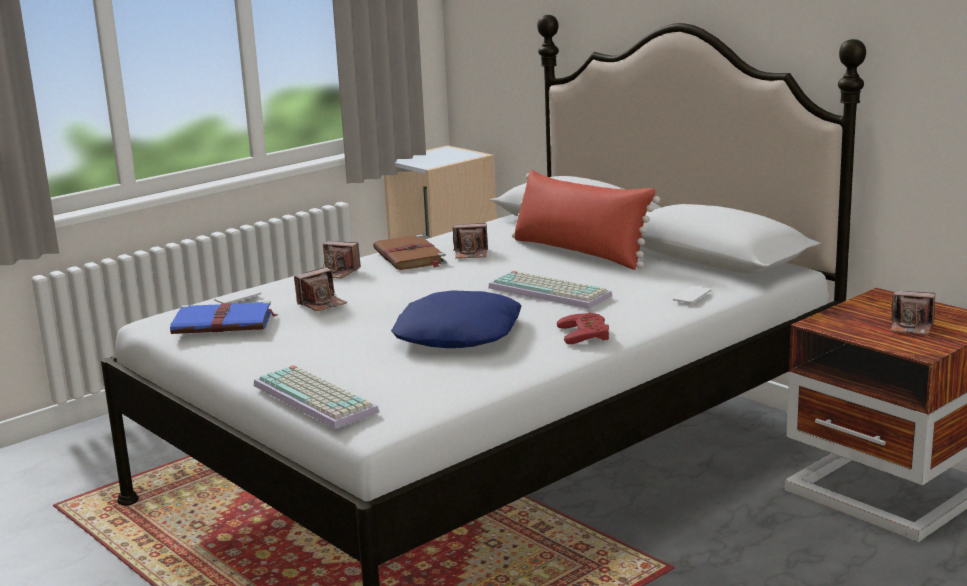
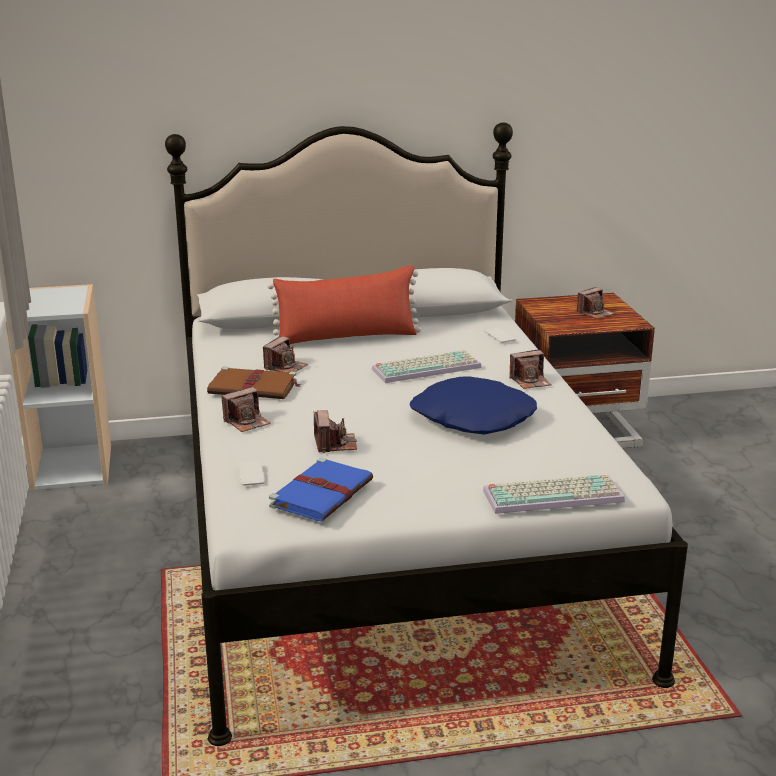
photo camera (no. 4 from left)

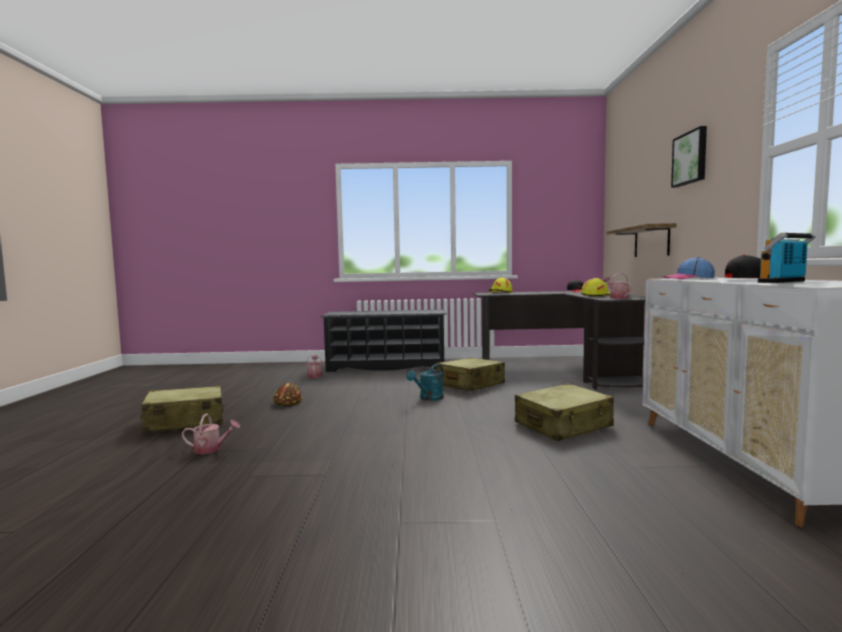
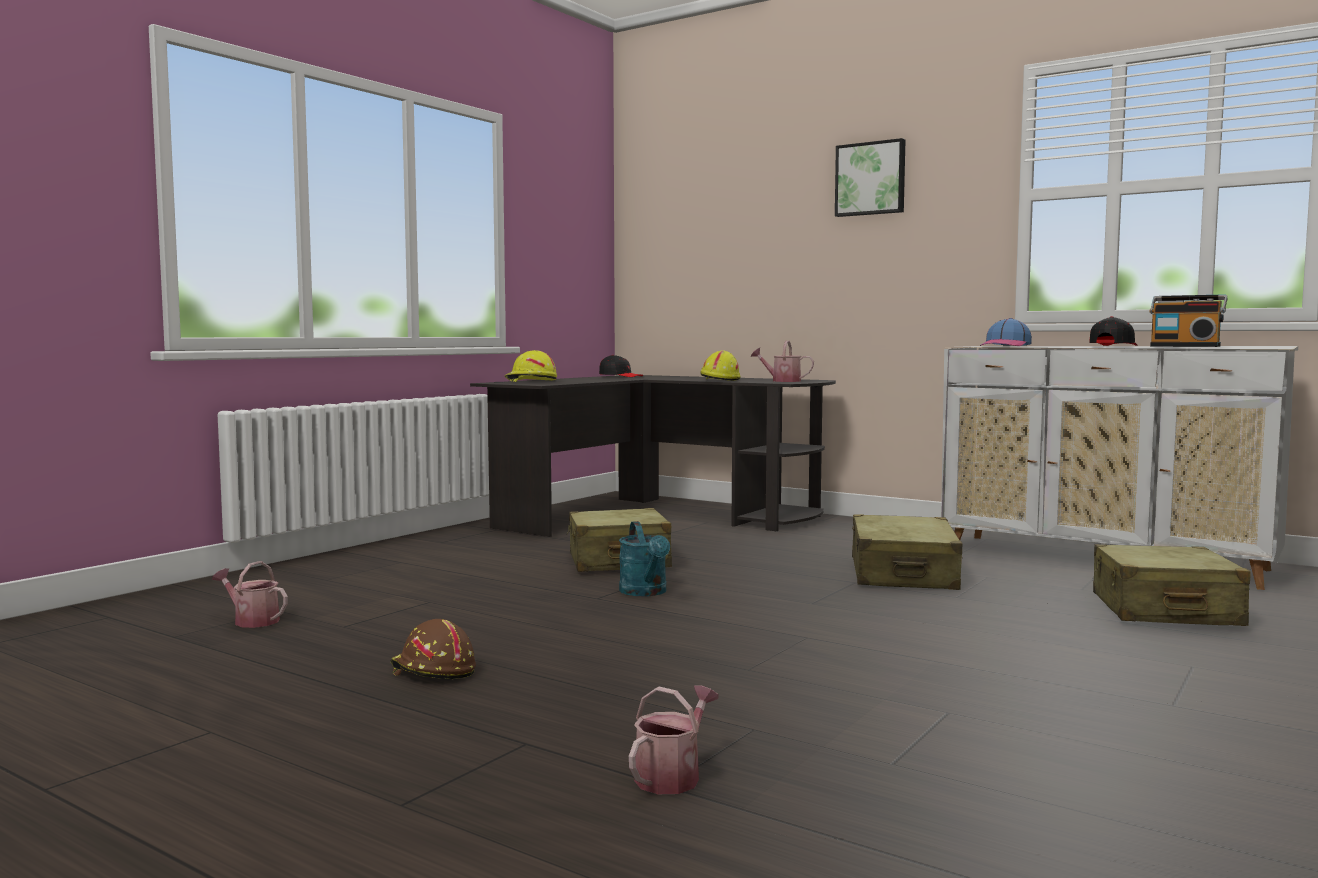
bracket shelf
radio receiver
shoe stand/black-coloured
piece of luggage/beige-coloured (no. 3 from left)

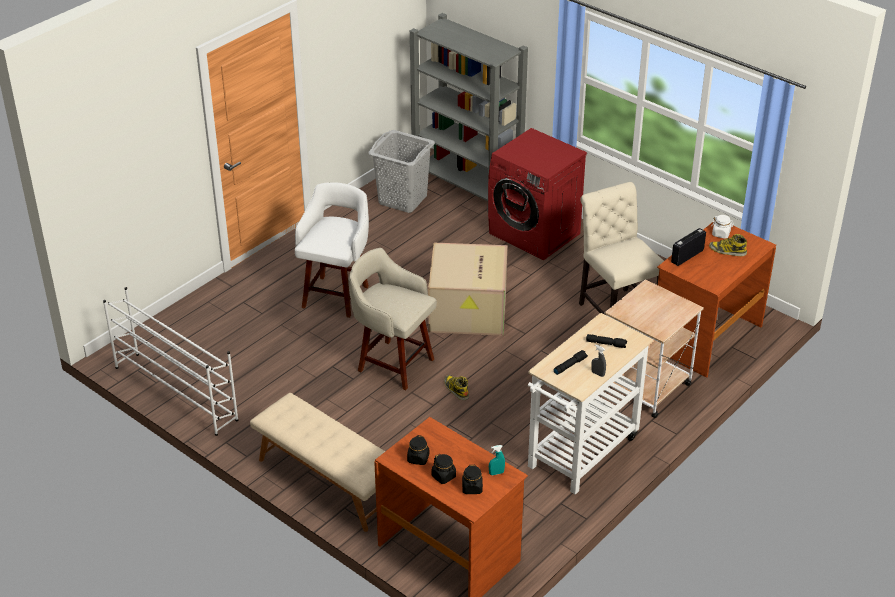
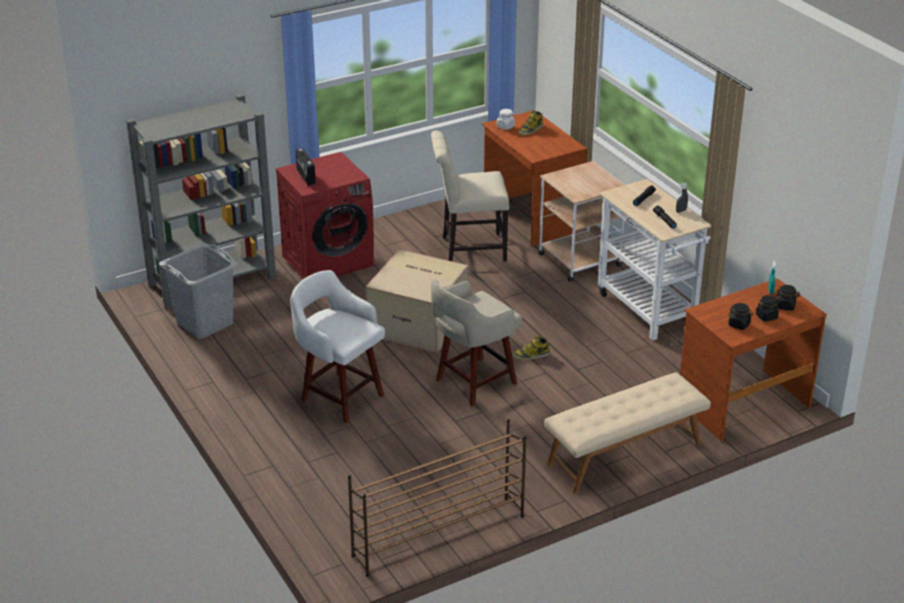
radio receiver
shoe stand/brown-coloured

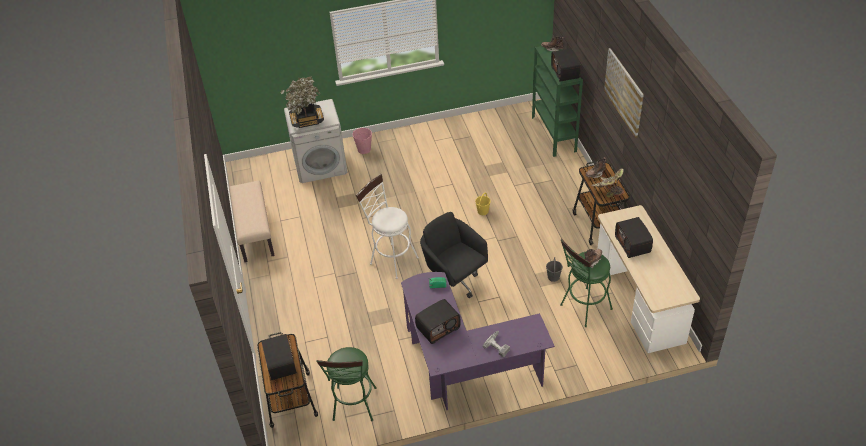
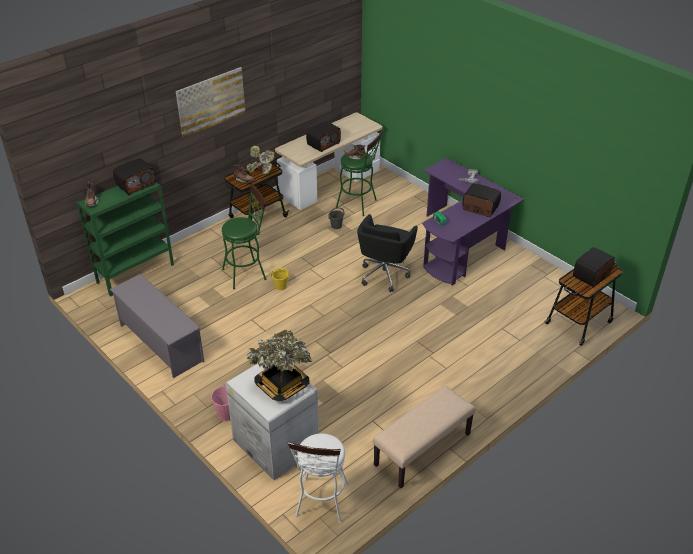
stool/white-coloured
stool/greenish (no. 1 from left)
shoe stand/greyish

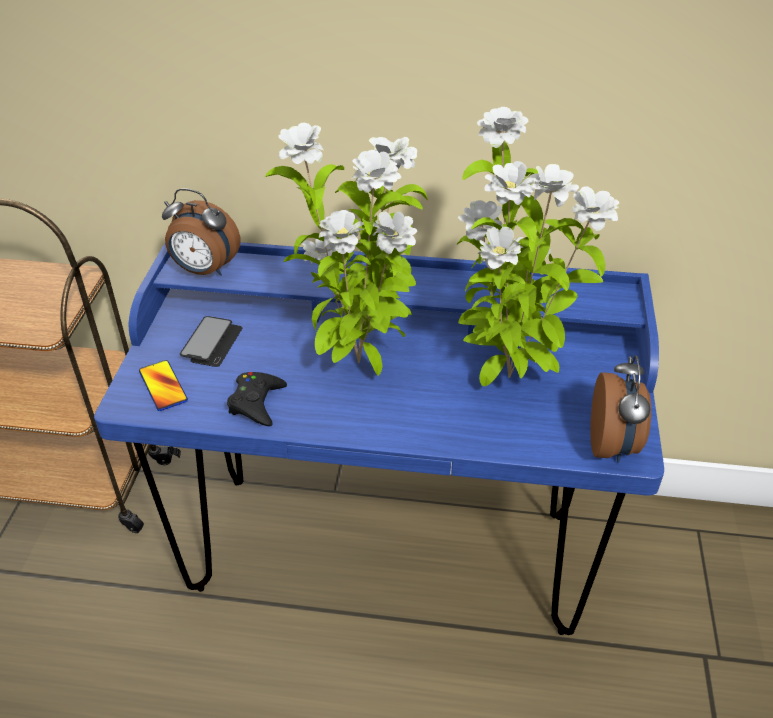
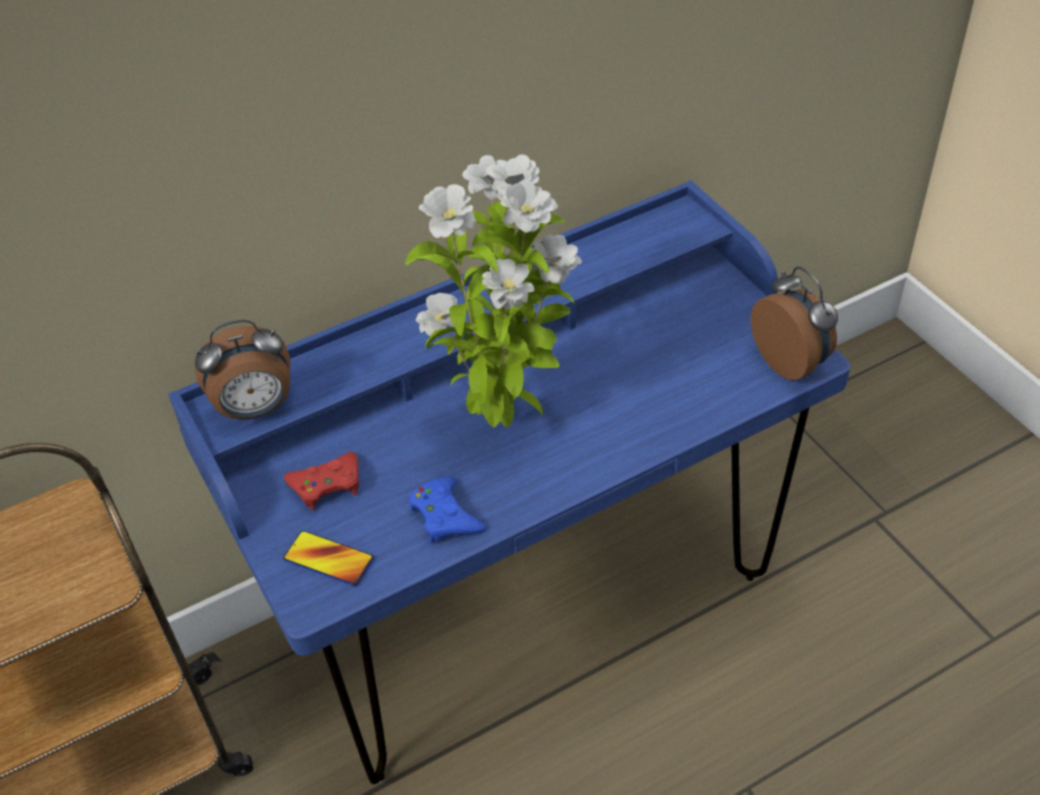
plant in a pot (no. 2 from left in the first image)
game controller/red
game controller/blue-coloured

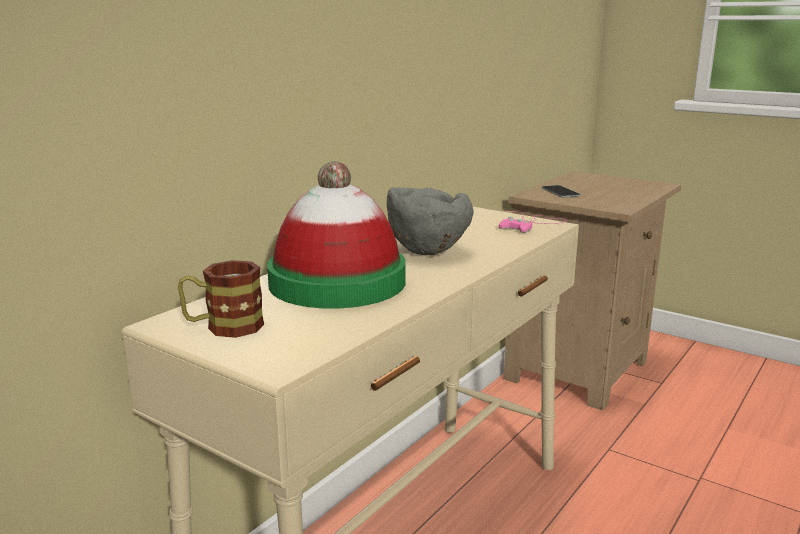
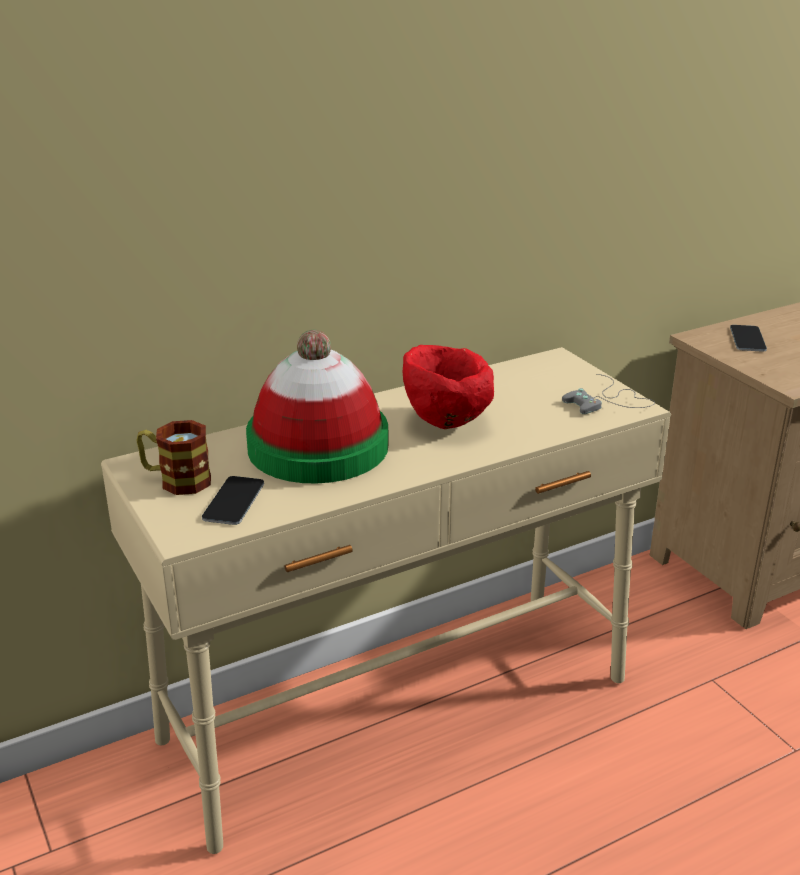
serving bowl/red
game controller/greyish
handset (no. 1 from left)

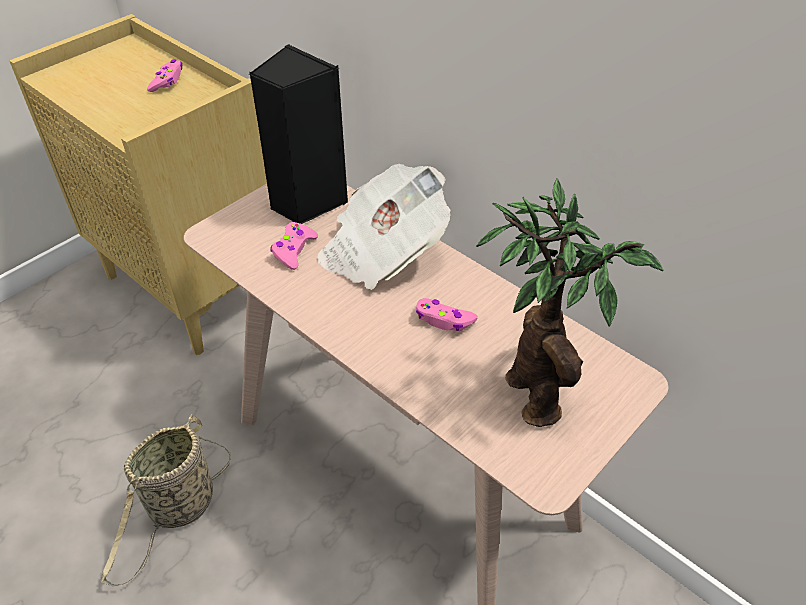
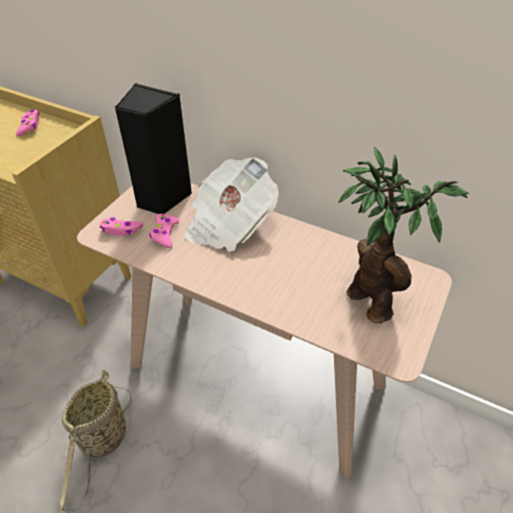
game controller/pink (no. 2 from left)

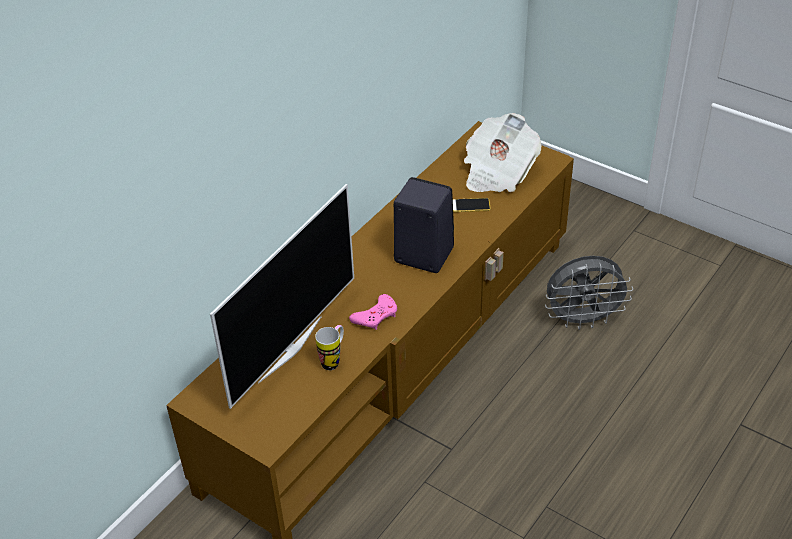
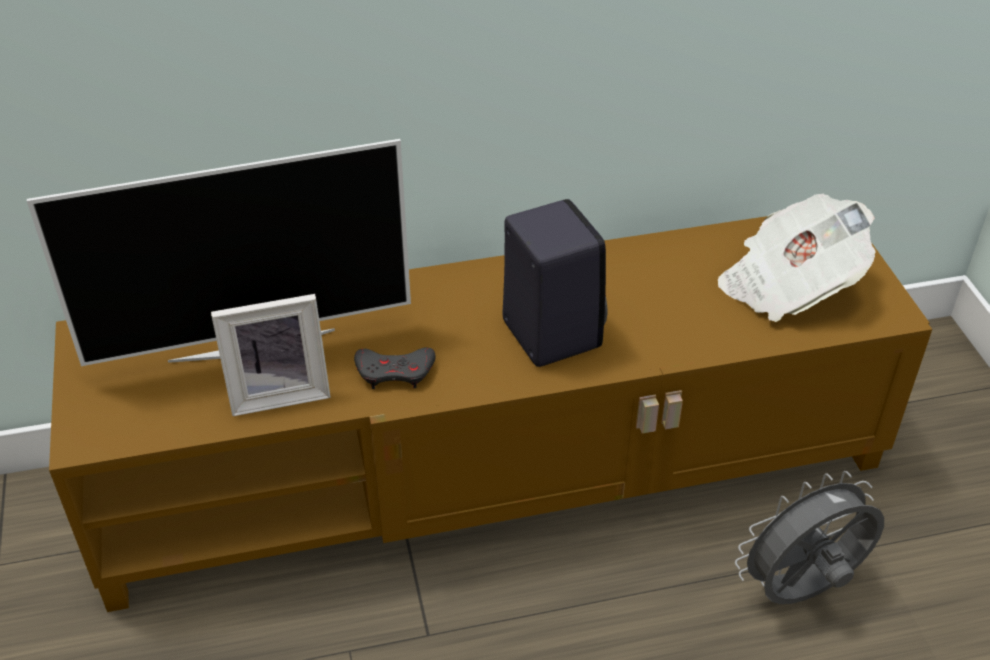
handset
electric fan/greyish
game controller/greyish
standing frame

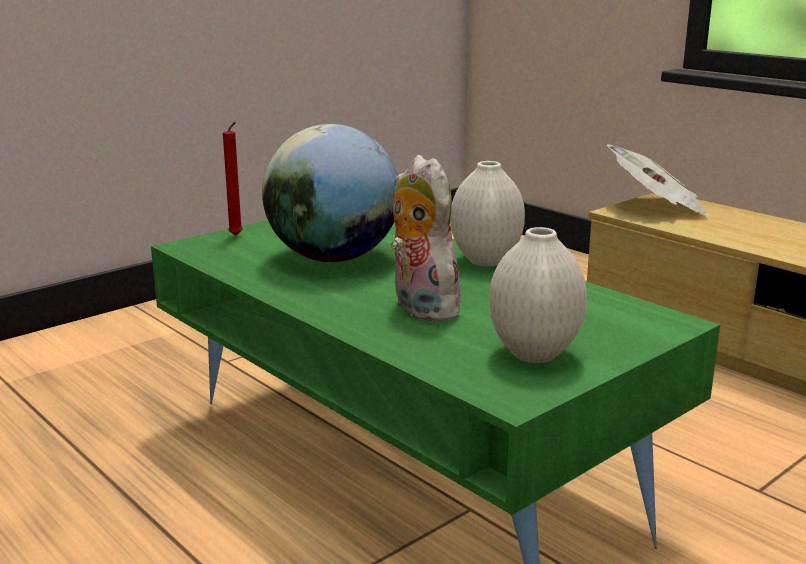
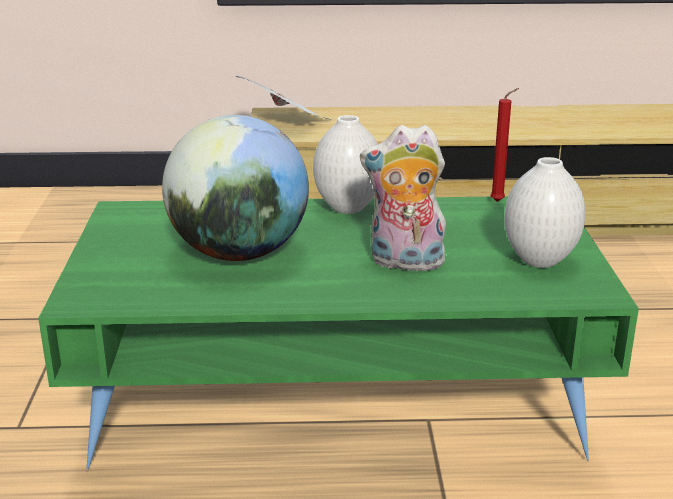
wax candle/red

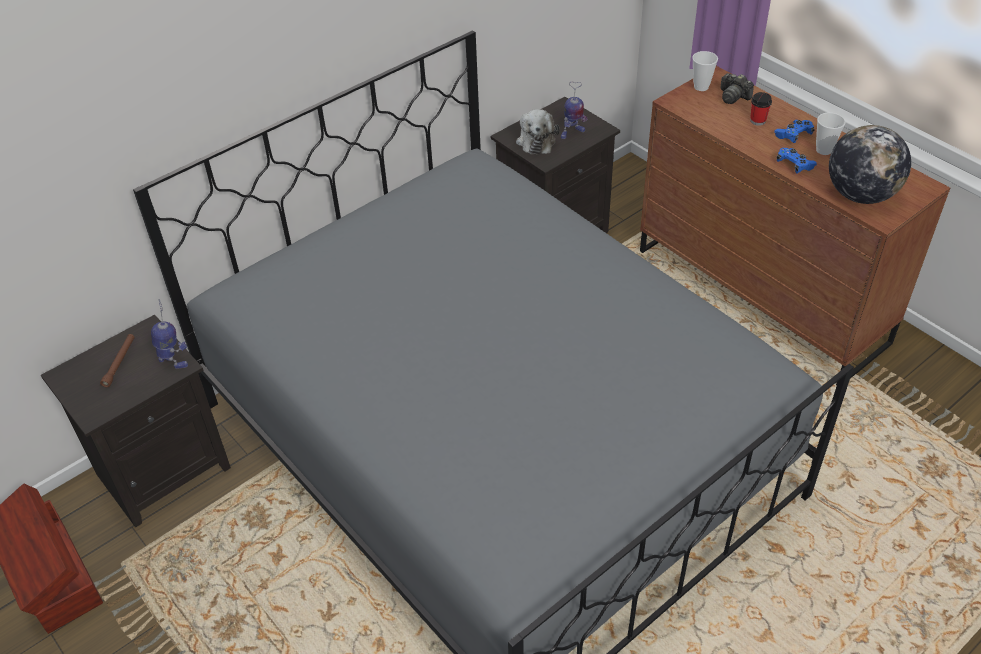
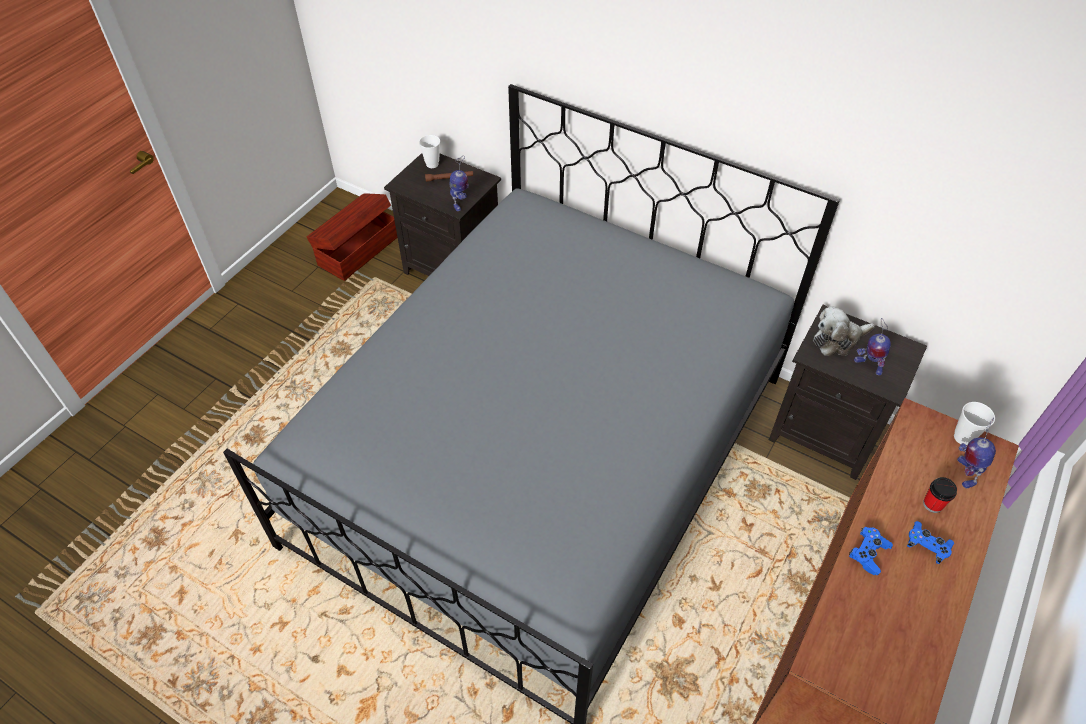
robot figure (no. 3 from left)
drinking cup (no. 1 from left)
world globe

